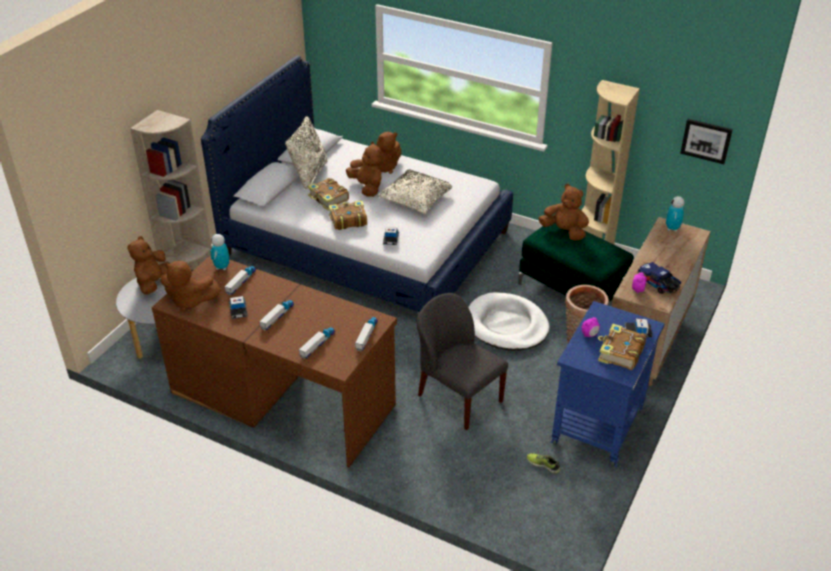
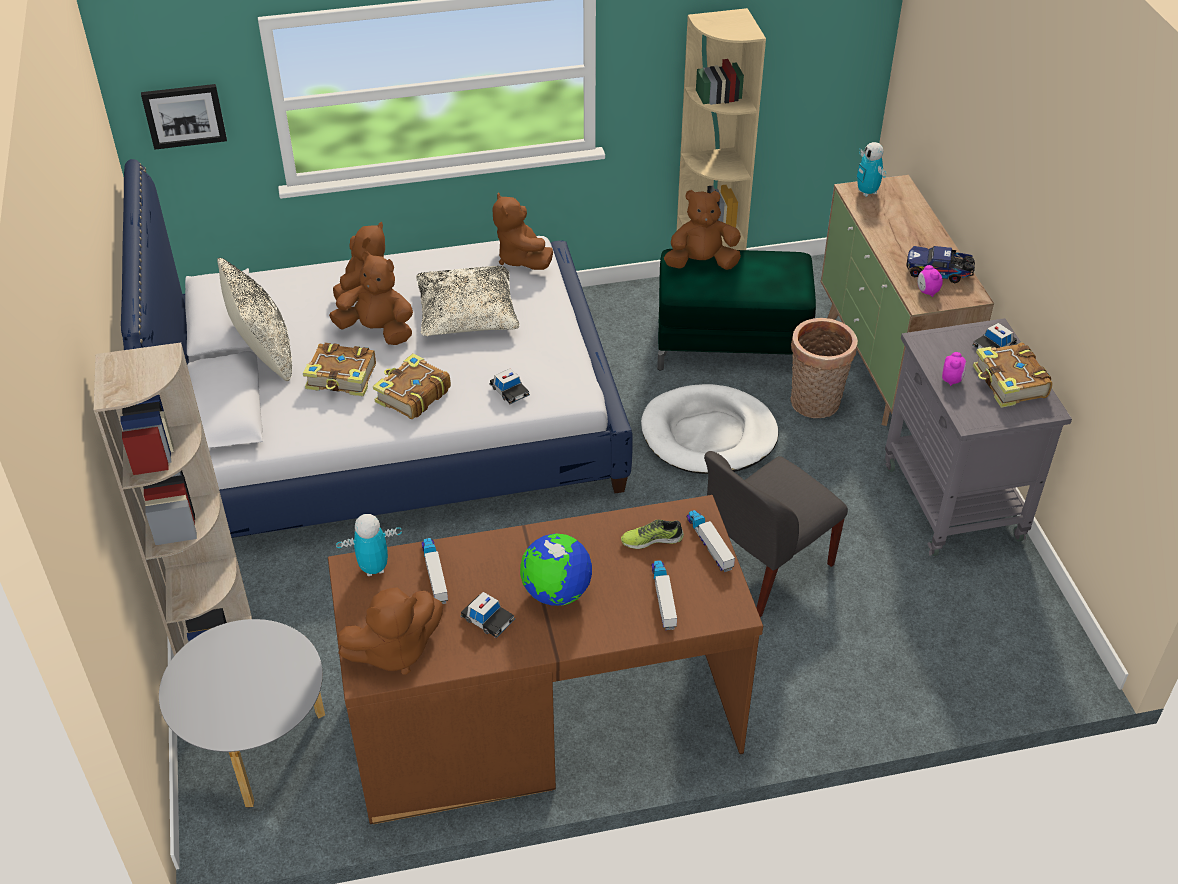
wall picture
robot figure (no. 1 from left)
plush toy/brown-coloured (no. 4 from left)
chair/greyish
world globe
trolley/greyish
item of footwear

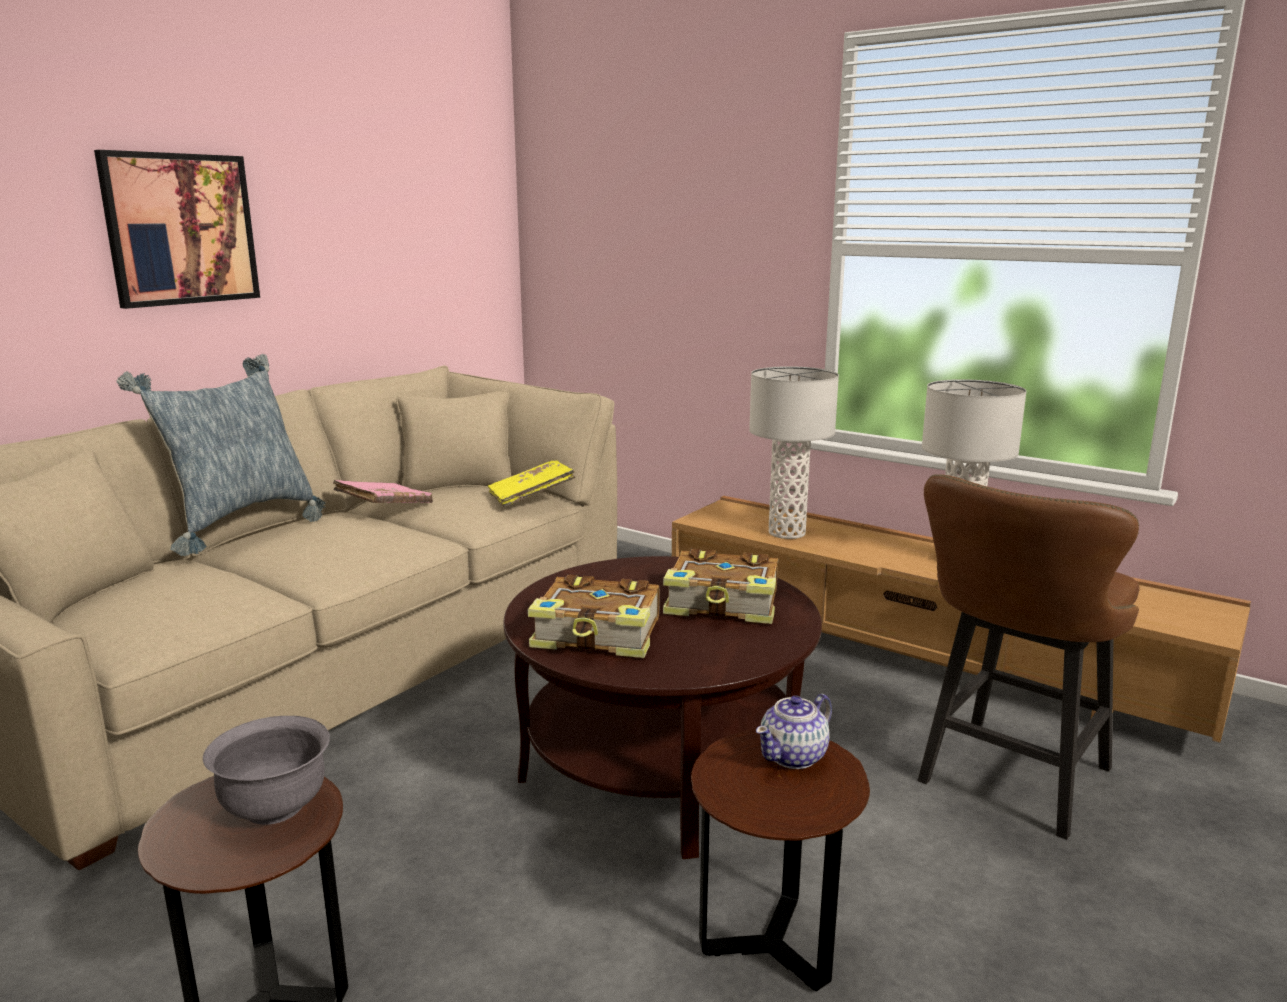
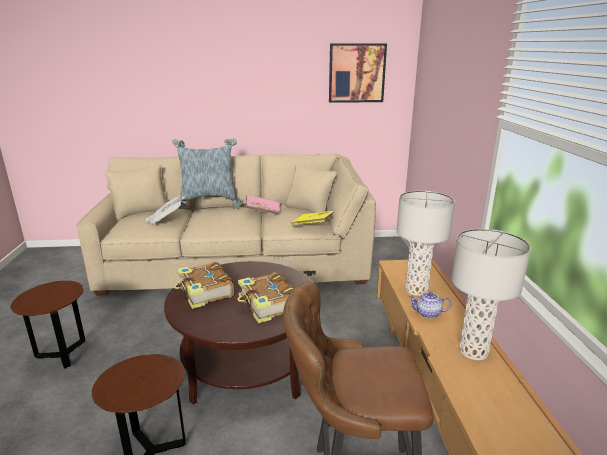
wall picture
pot for tea
serving bowl/greyish
printed paper

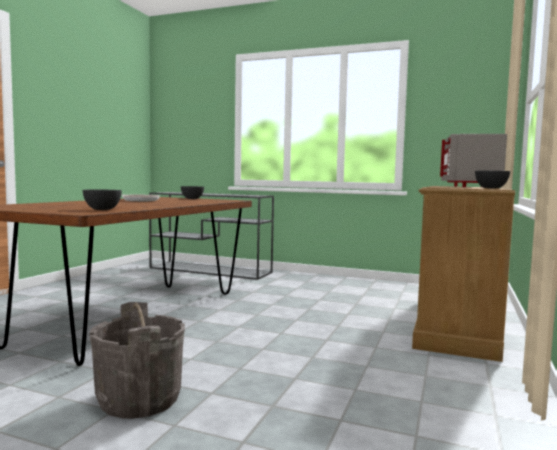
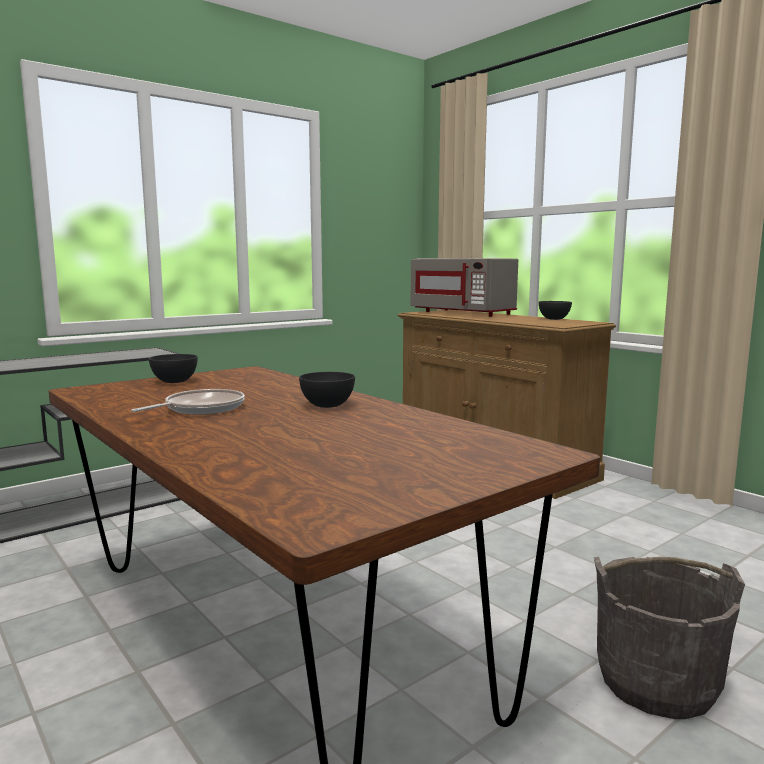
serving bowl/greyish (no. 2 from left)

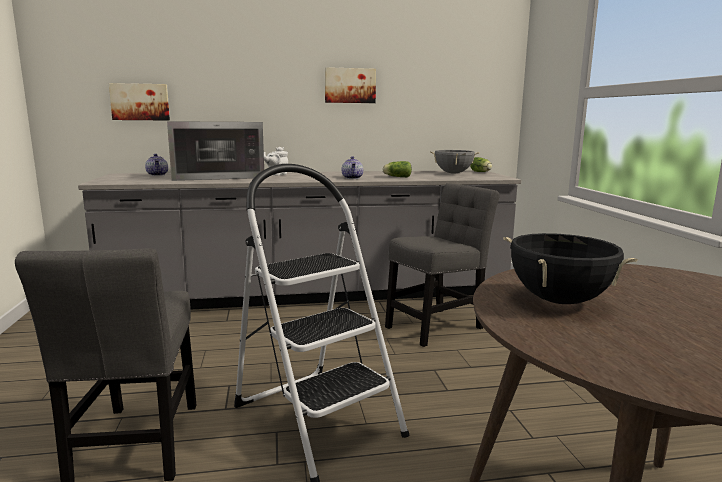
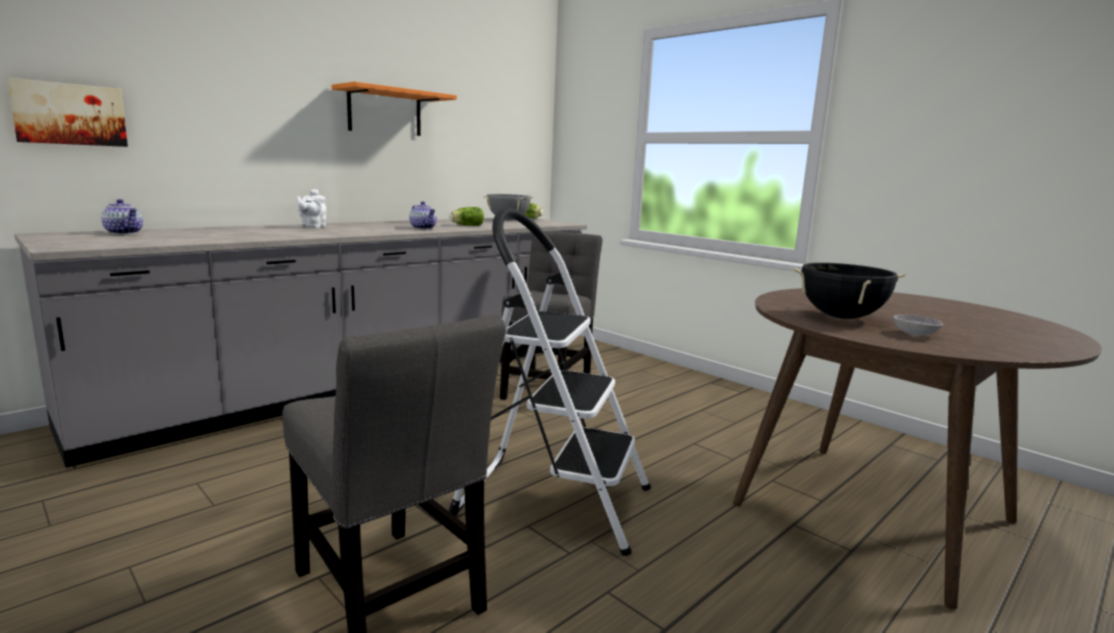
bracket shelf/orange
microwave
serving bowl/greyish

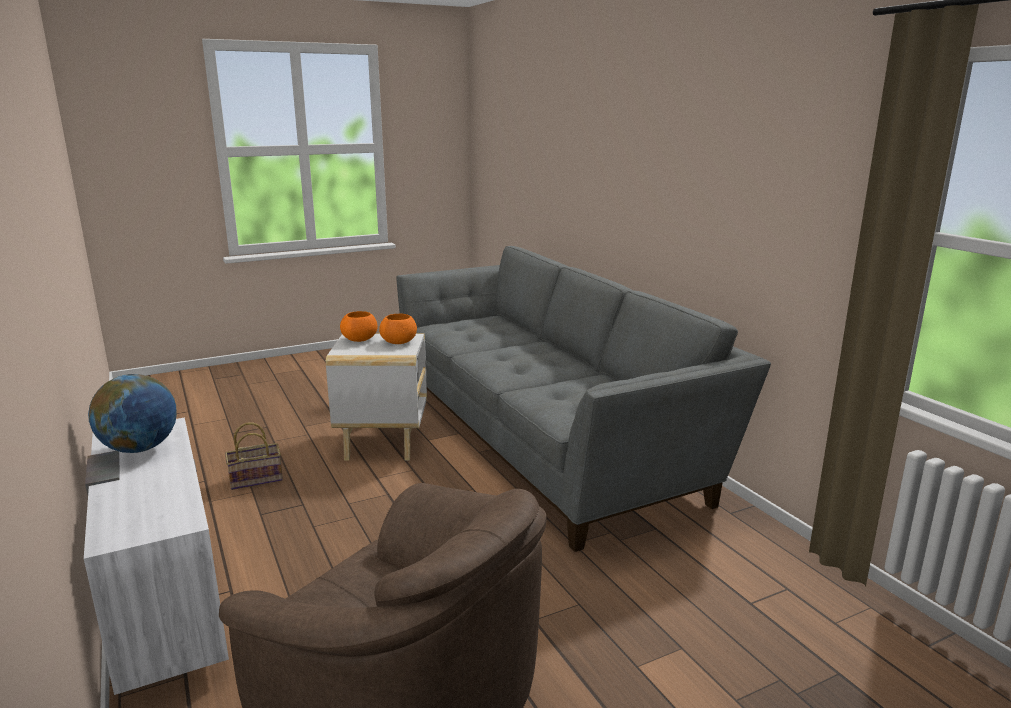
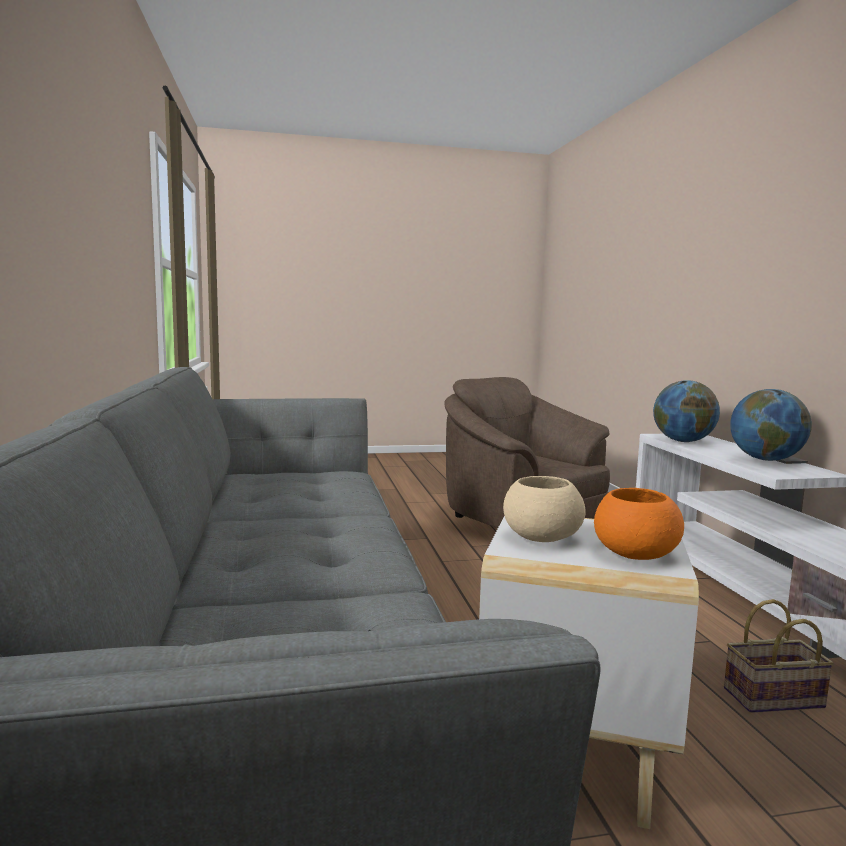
serving bowl/beige-coloured
world globe (no. 1 from left)

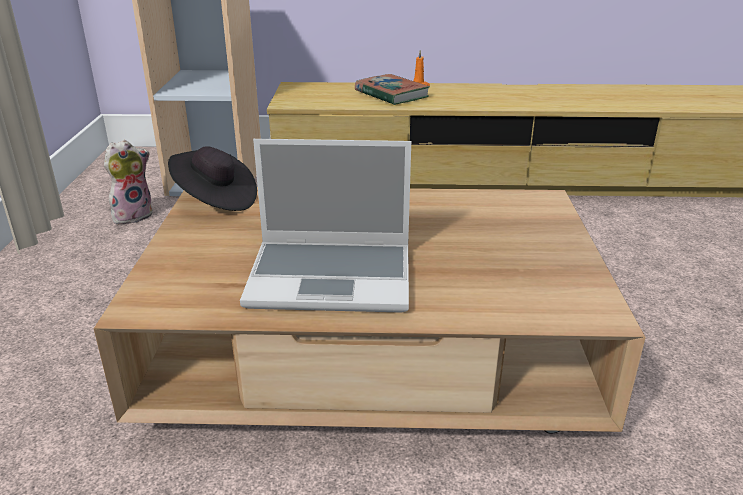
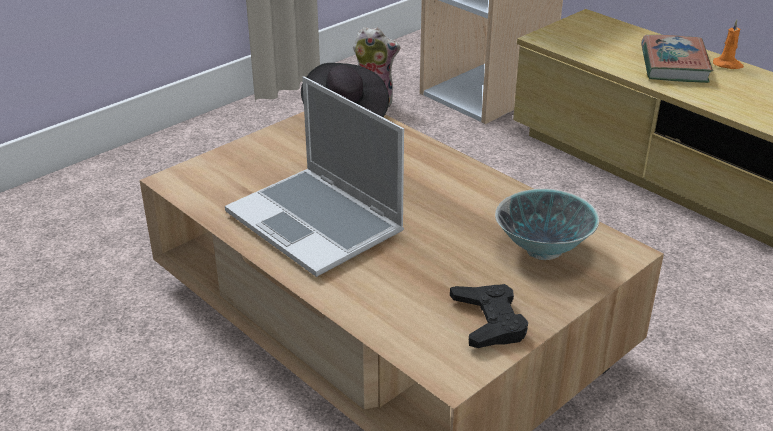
serving bowl
game controller/black-coloured

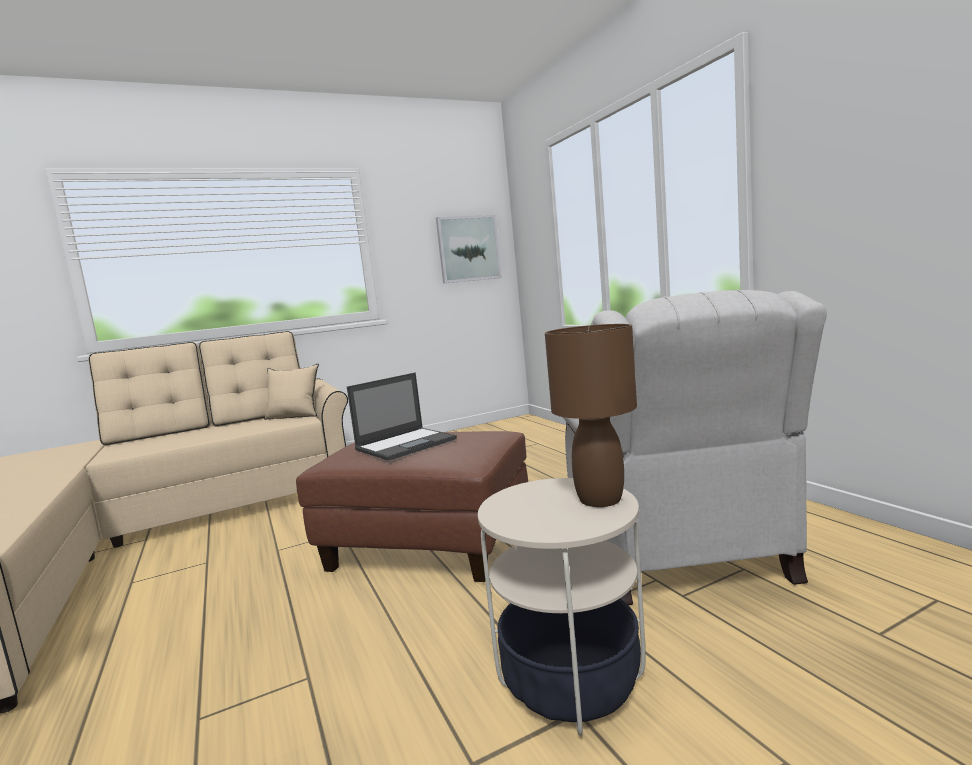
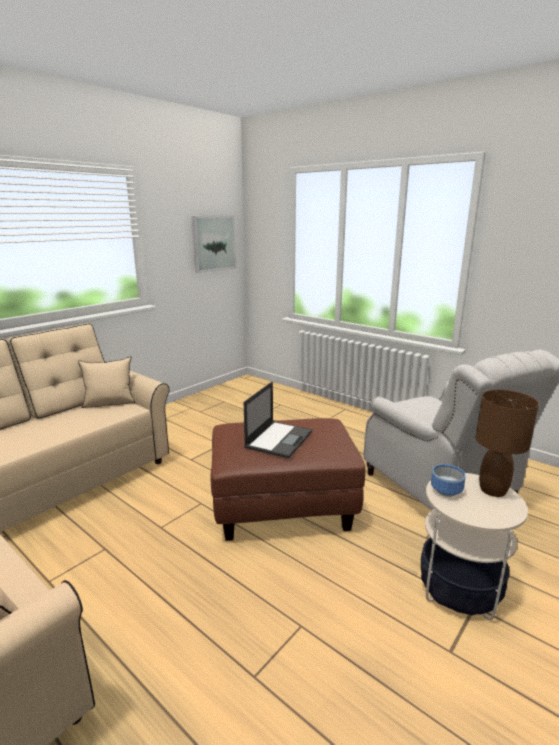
serving bowl

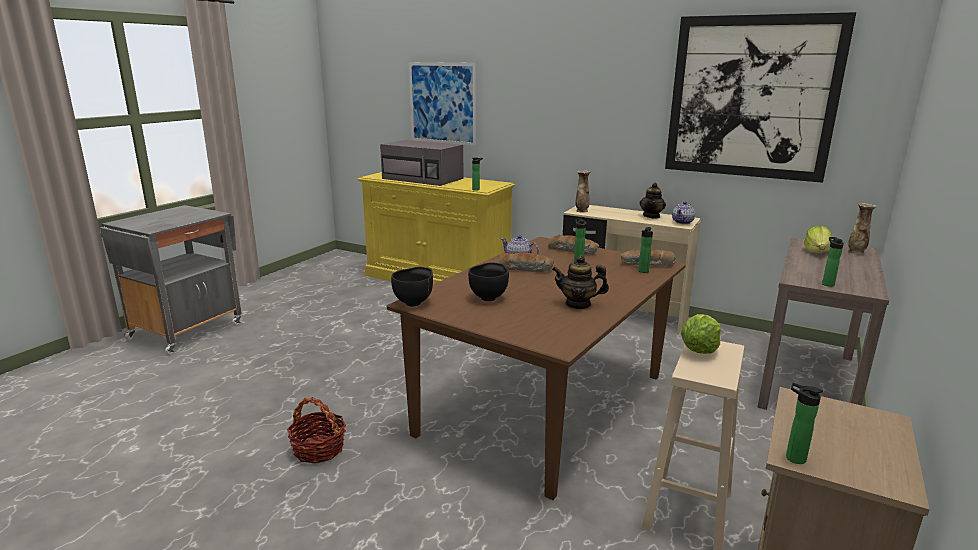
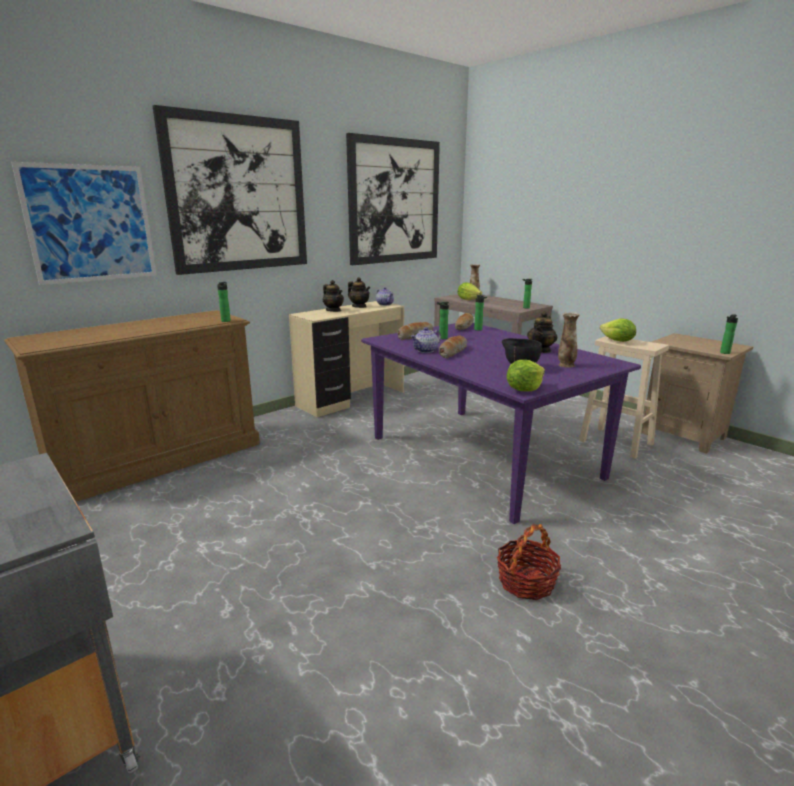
microwave/greyish
flower vase (no. 2 from left)
cabinet/brown-coloured
kitchen table/purplish
head of lettuce (no. 2 from left)
wall picture (no. 2 from left)
pot for tea (no. 1 from left)

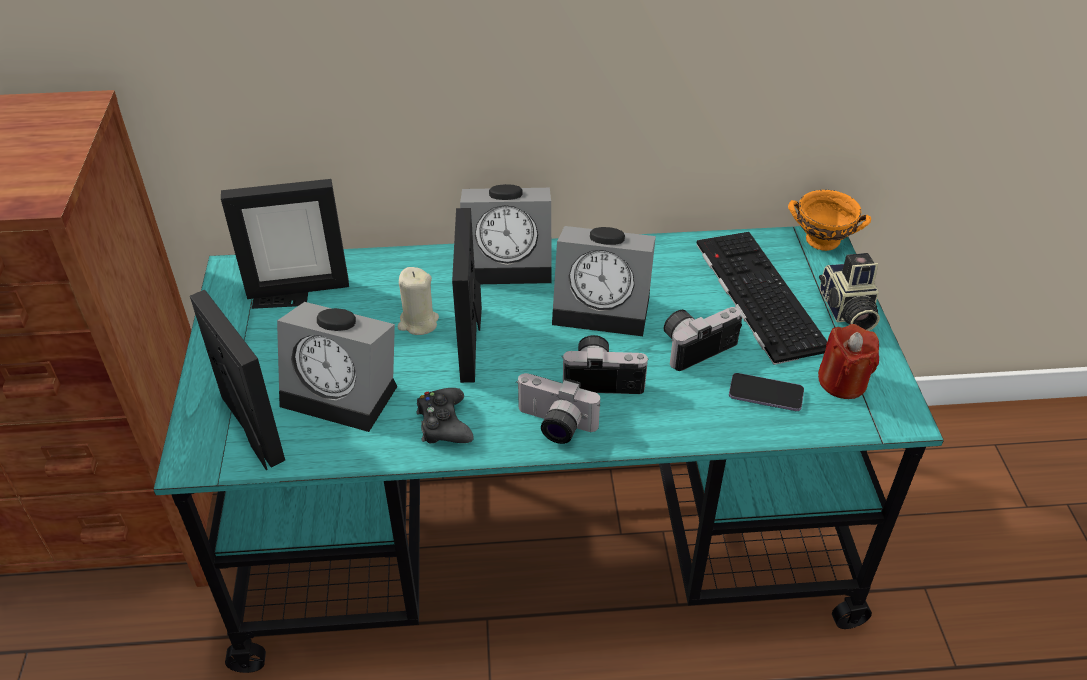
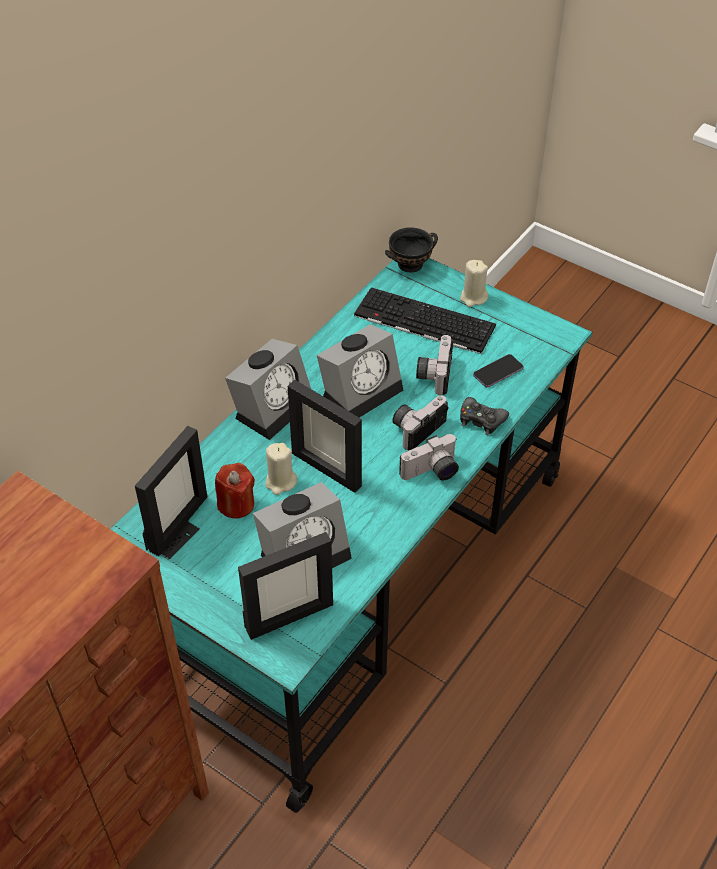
serving bowl/black-coloured
wax candle/beige-coloured (no. 2 from left)
standing frame (no. 2 from left)
wax candle/red
game controller/black-coloured

